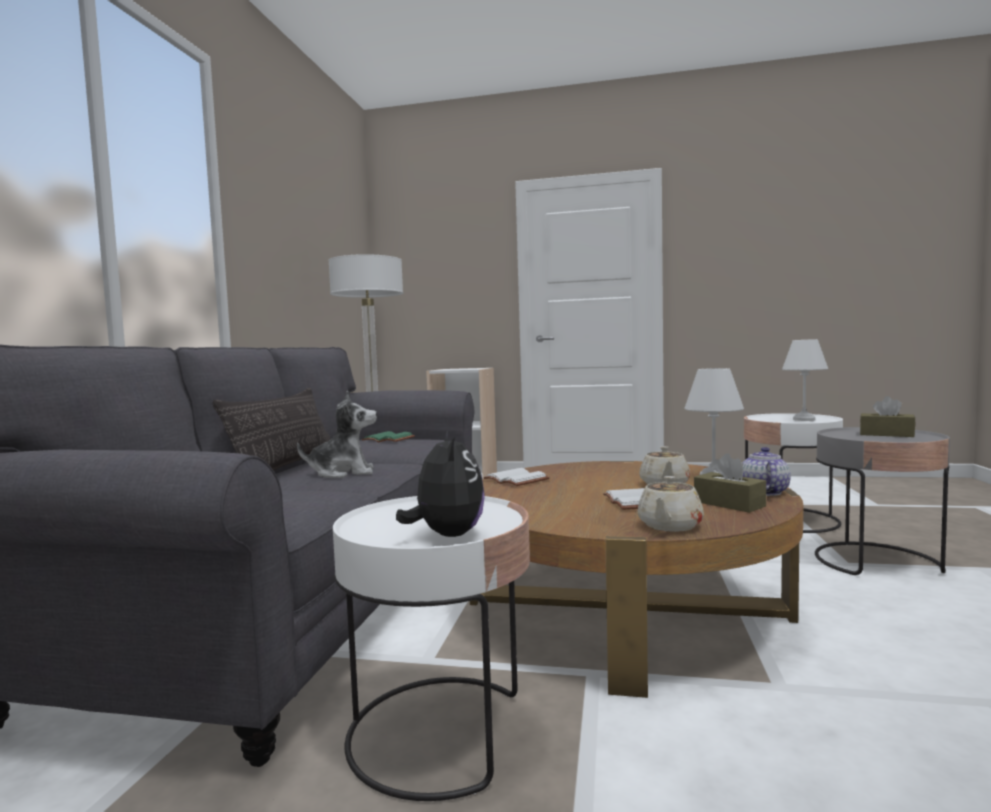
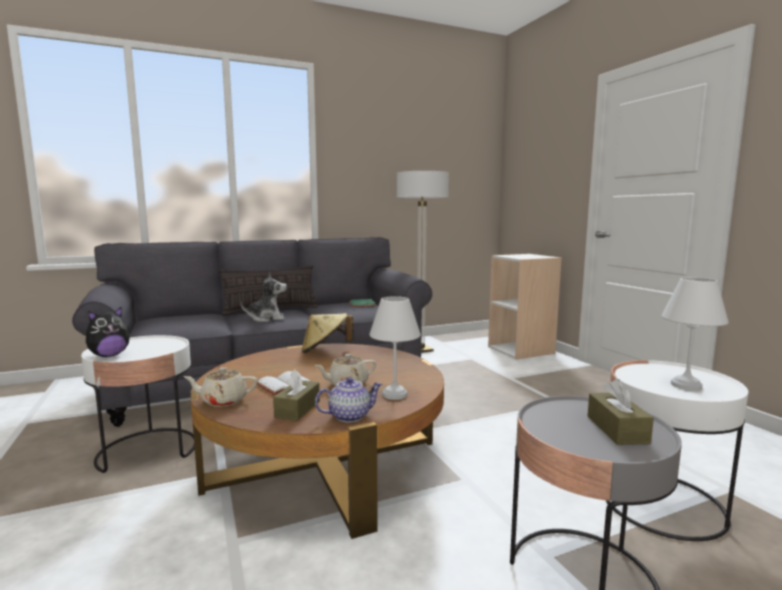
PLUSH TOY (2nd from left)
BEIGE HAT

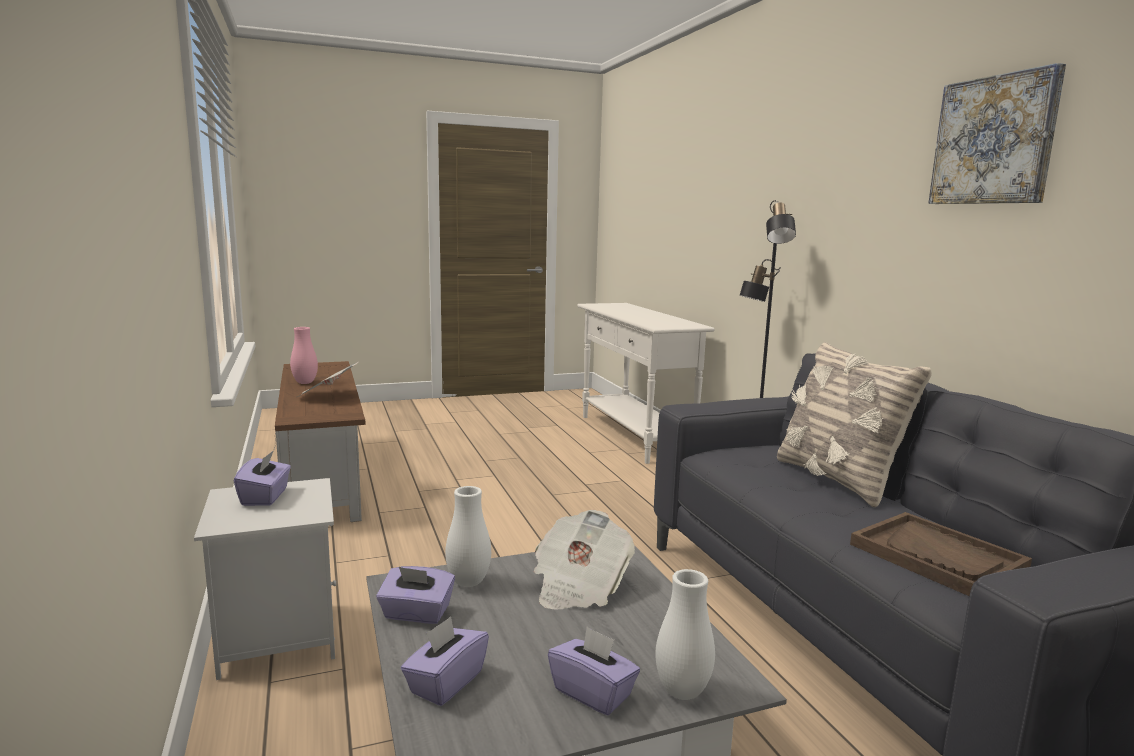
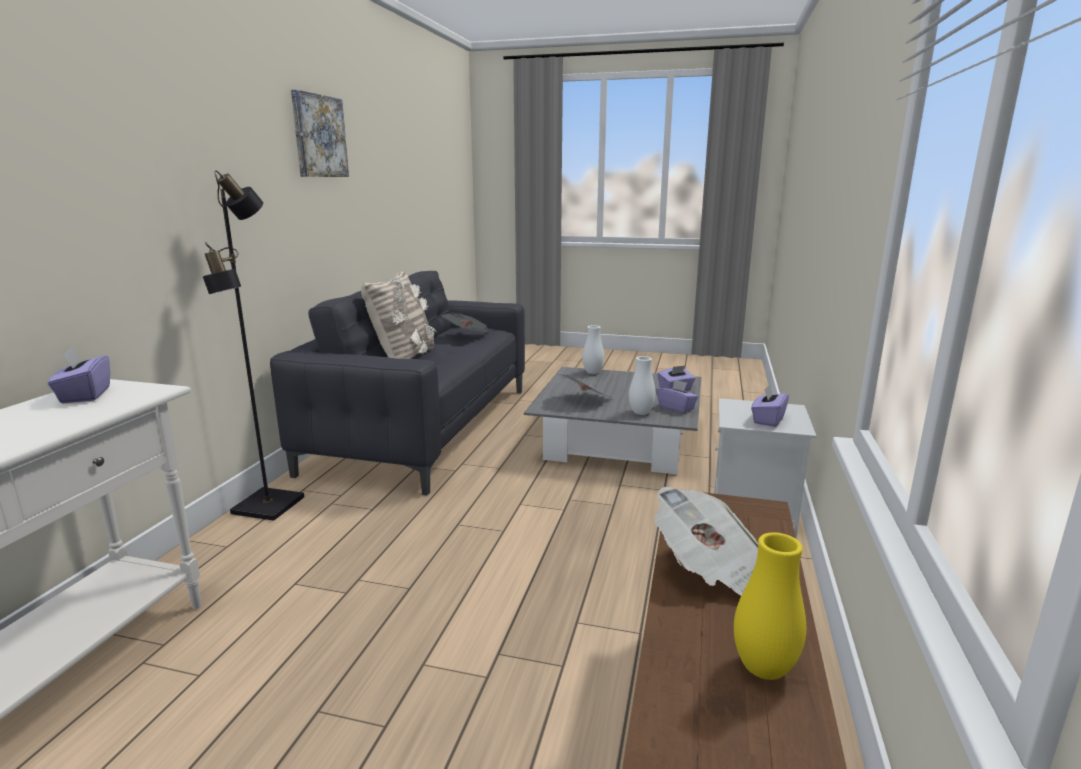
PURPLE TISSUE BOX (1st from left)
NEWSPAPER (1st from left)
YELLOW VASE

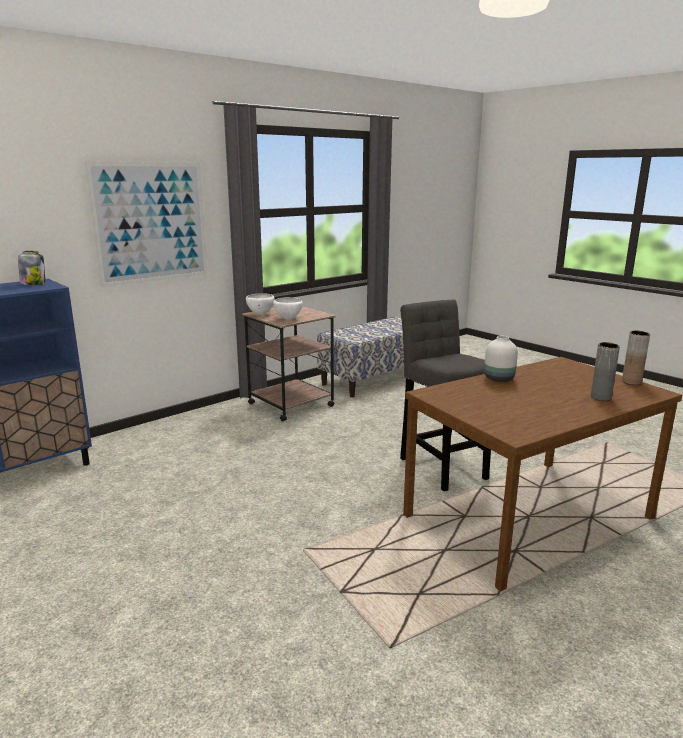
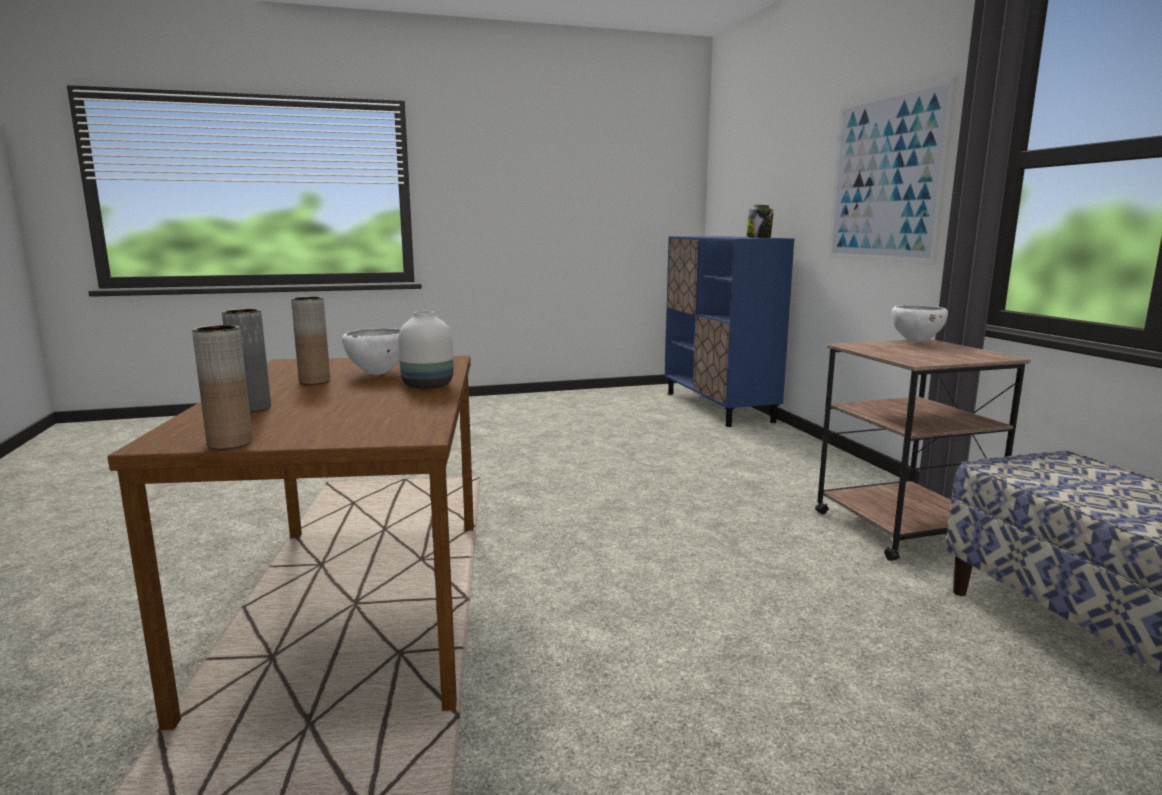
BROWN VASE (2nd from left)
WHITE BOWL (1st from left)
GREY STOOL

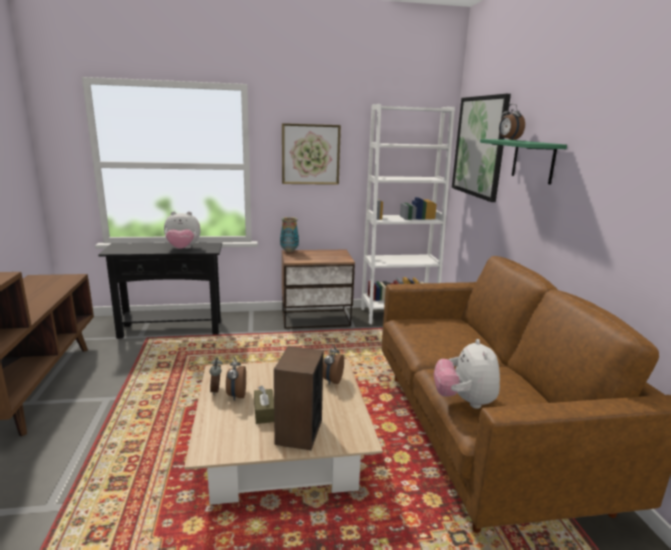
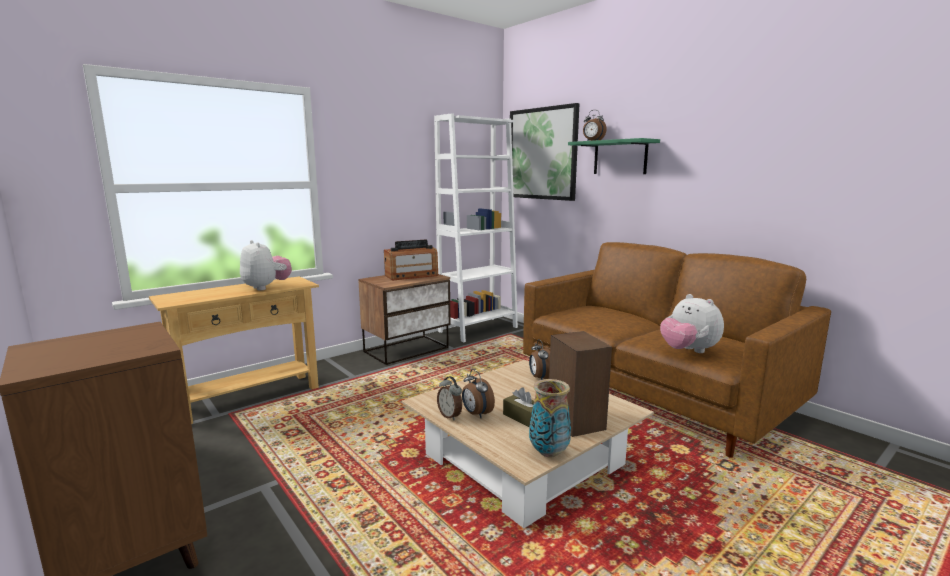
BEIGE CONSOLE TABLE
PLUSH TOY (1st from left)
RADIO
VASE
PICTURE (1st from left in the first image)

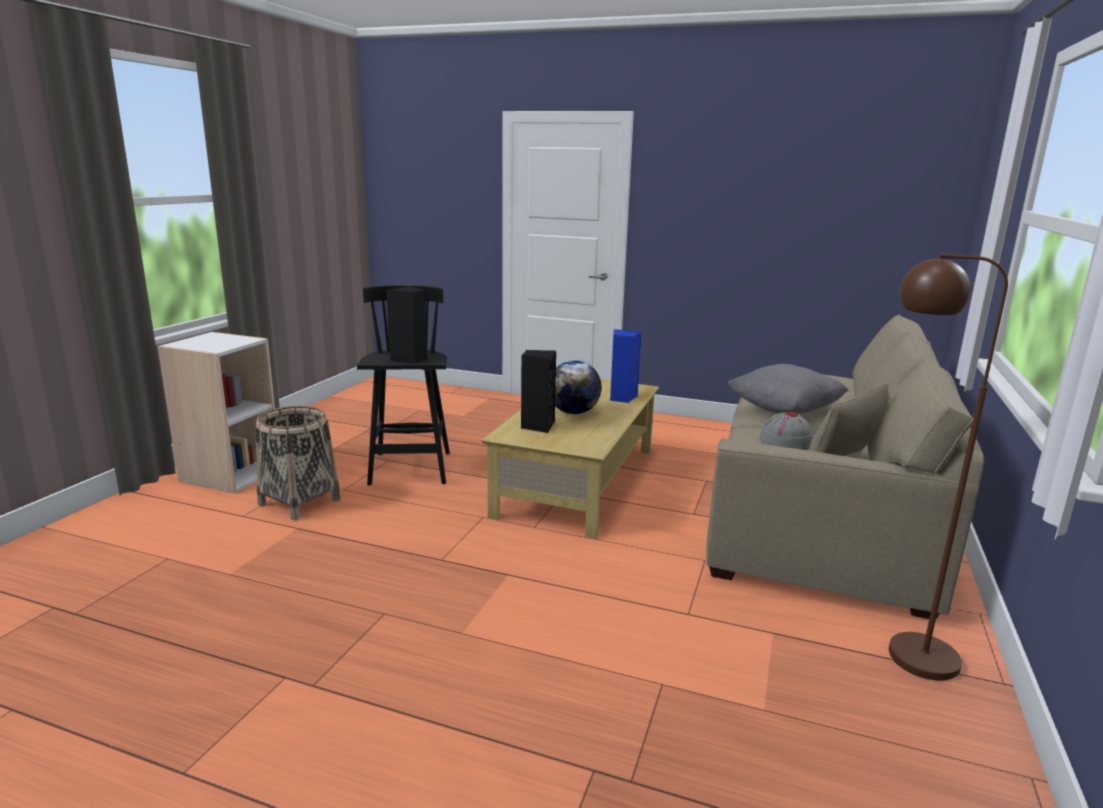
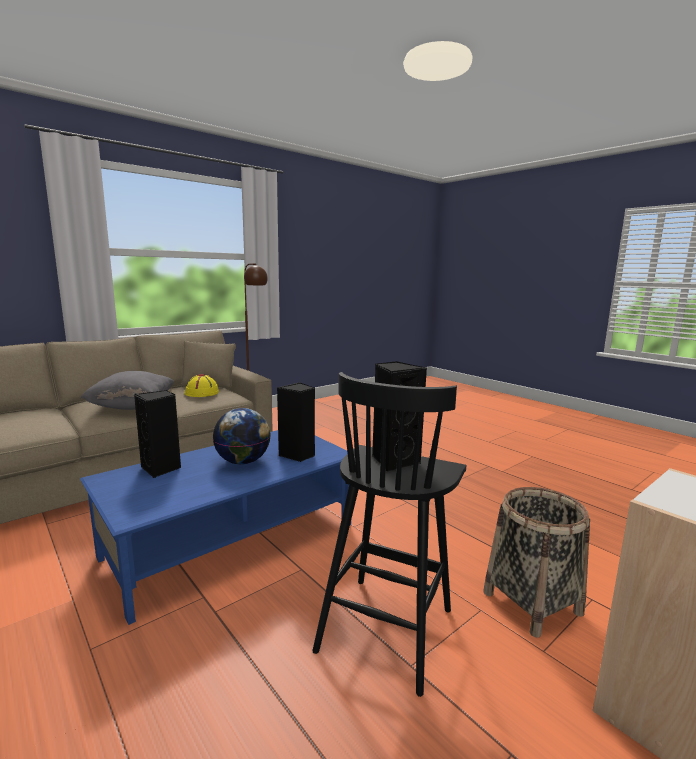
BLUE COFFEE TABLE
BLACK SPEAKER (1st from left)
YELLOW HAT

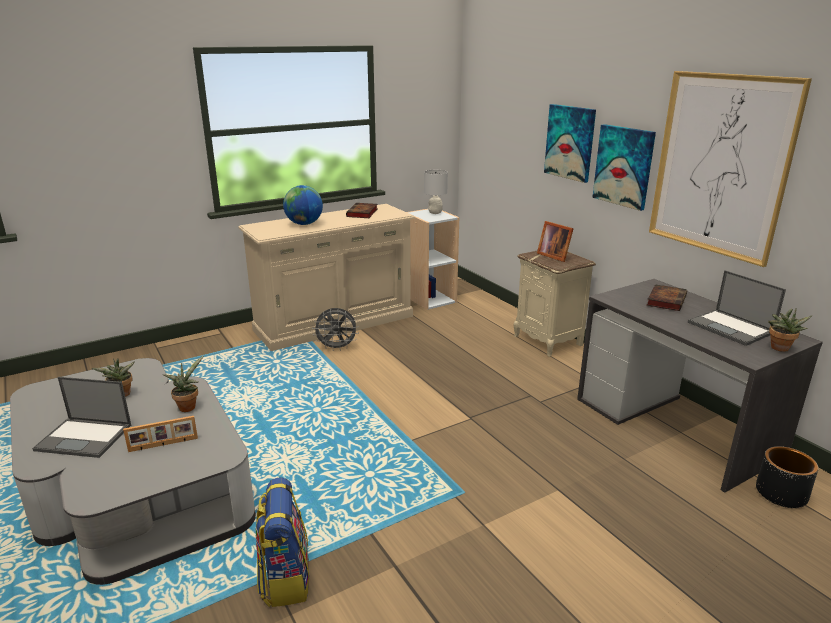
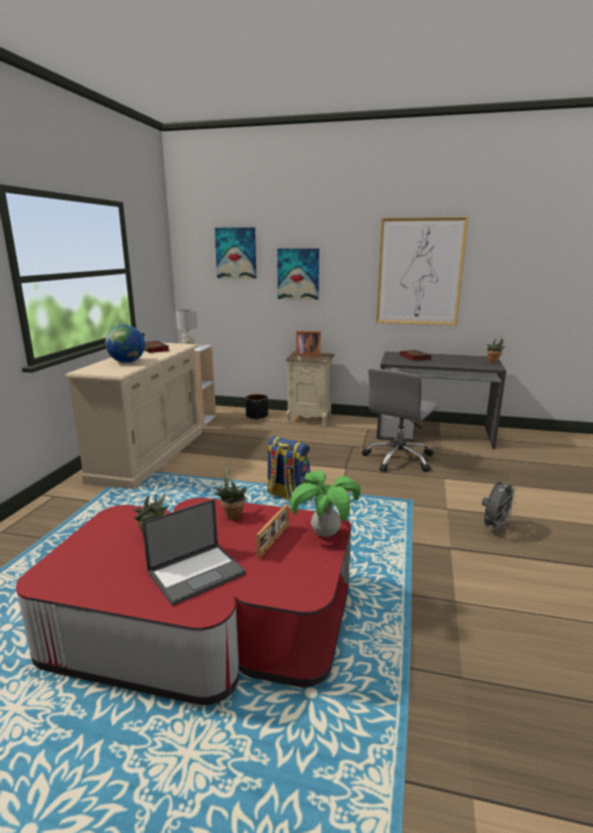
RED COFFEE TABLE
PICTURE (1st from left)
BLACK PLANTER
BACKPACK
POTTED PLANT (3rd from left)
GREY OFFICE CHAIR
GREY FAN
LAPTOP (2nd from left in the first image)

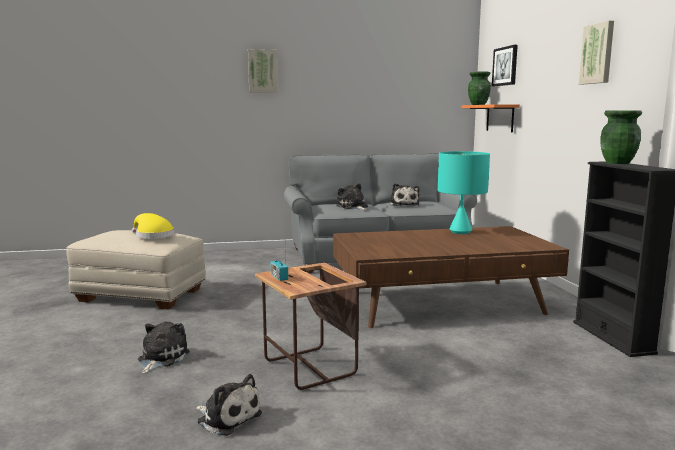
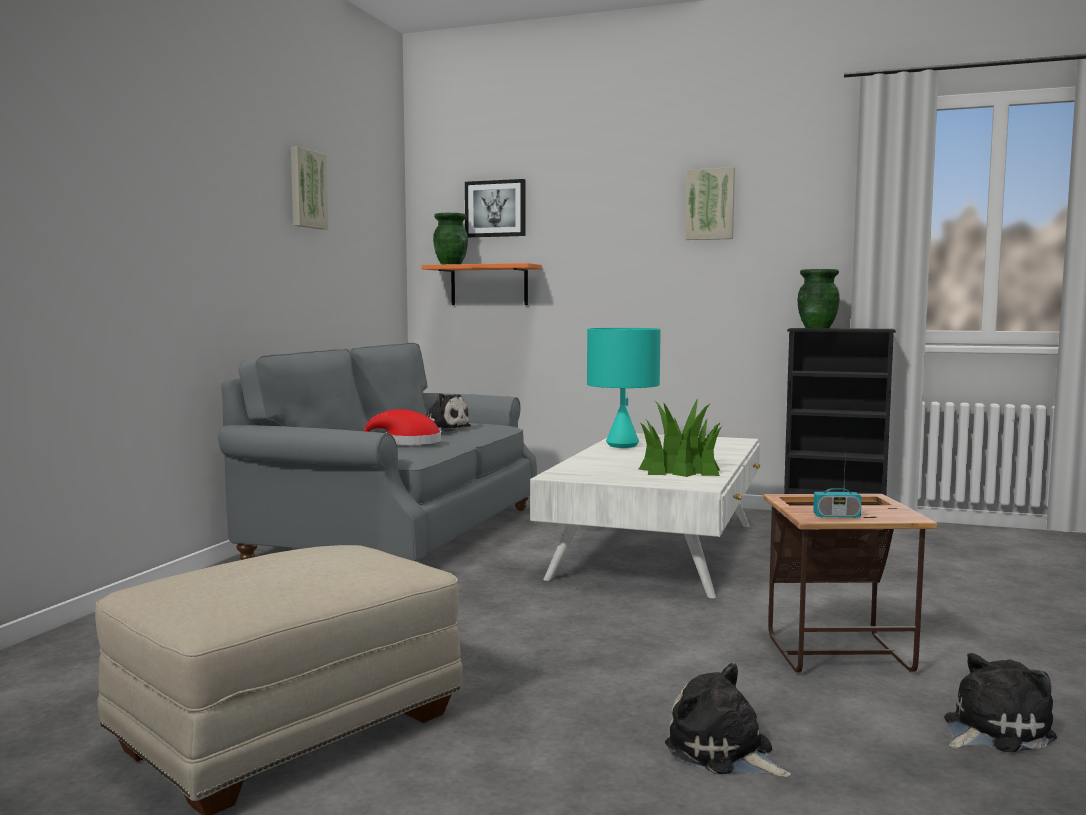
PICTURE (1st from left)
RED HAT
WHITE COFFEE TABLE
POTTED PLANT
YELLOW HAT

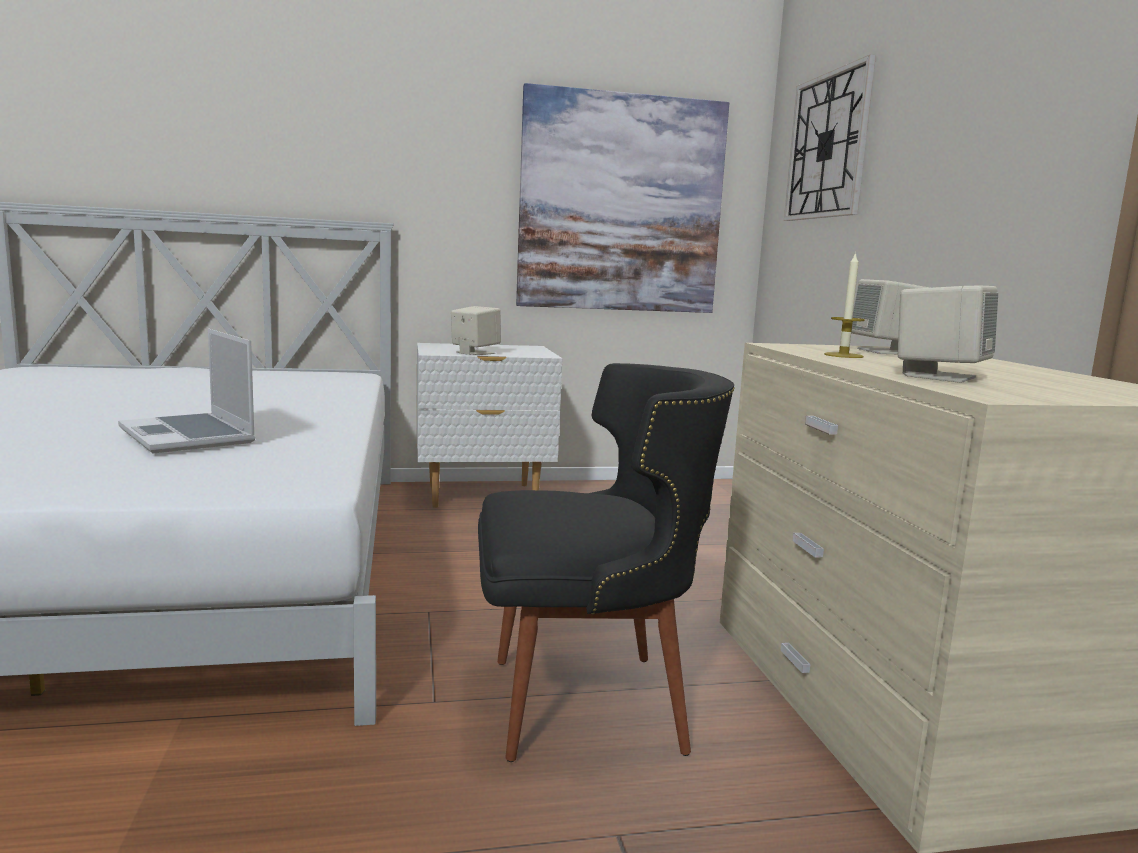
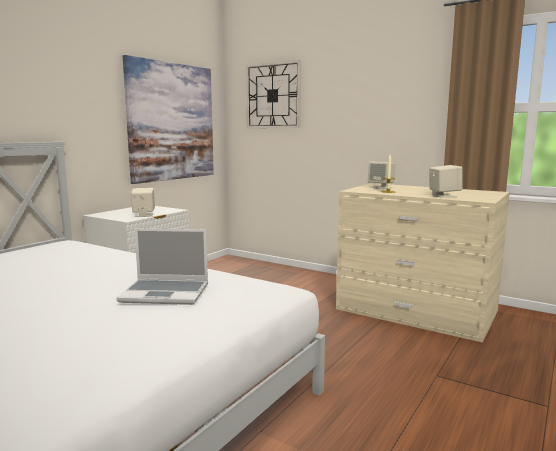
BLACK CHAIR

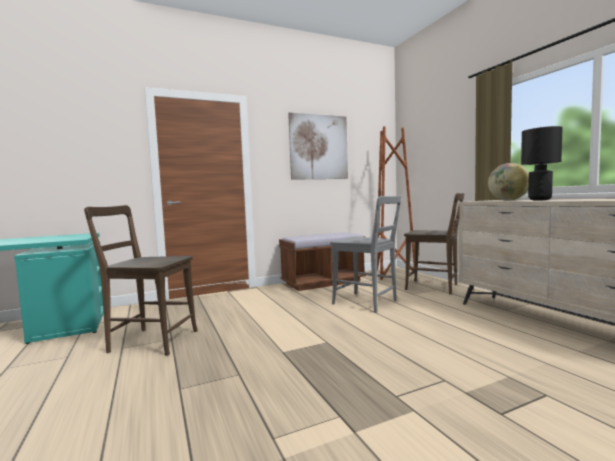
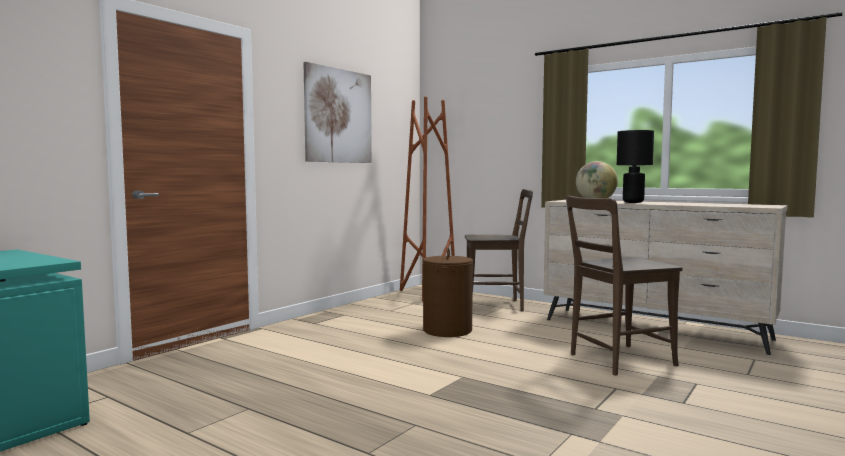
BROWN LAUNDRY BASKET
BROWN CHAIR (2nd from left)
BROWN BENCH

